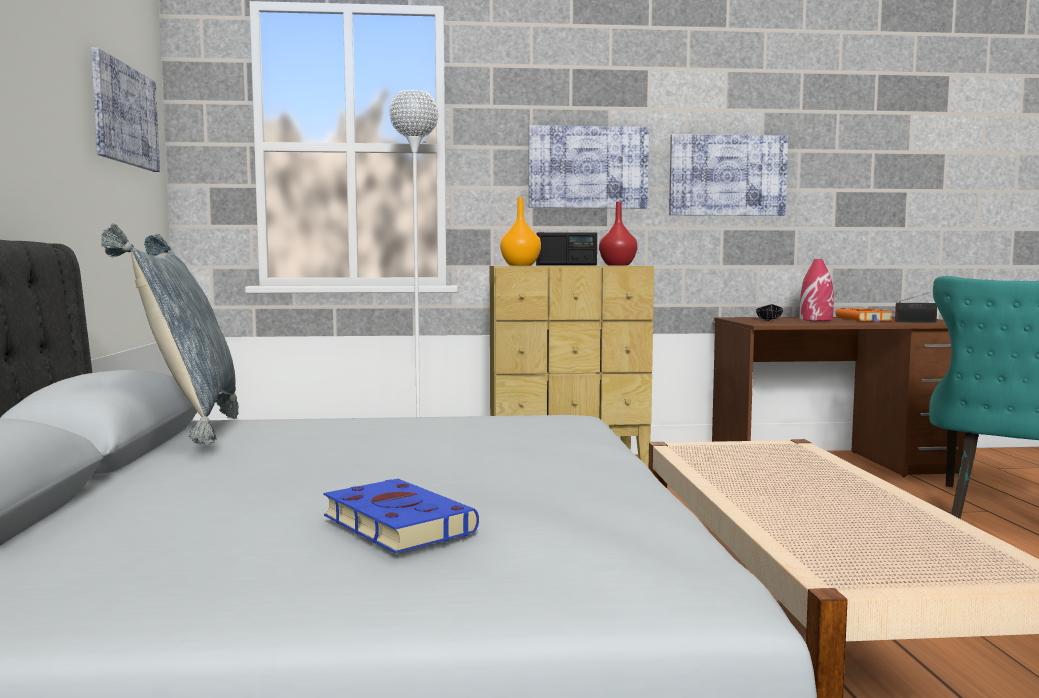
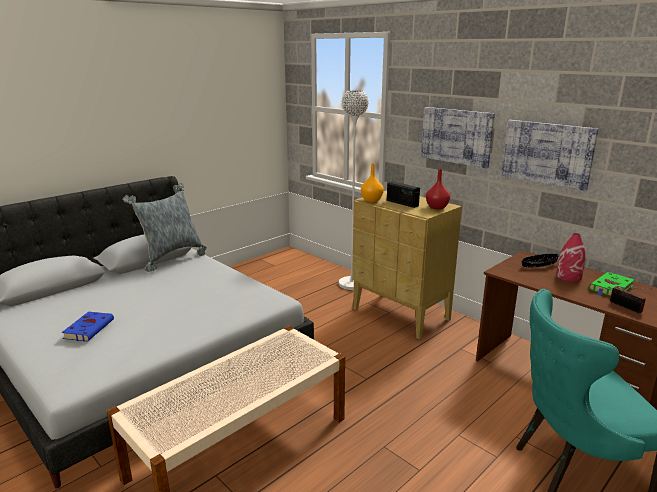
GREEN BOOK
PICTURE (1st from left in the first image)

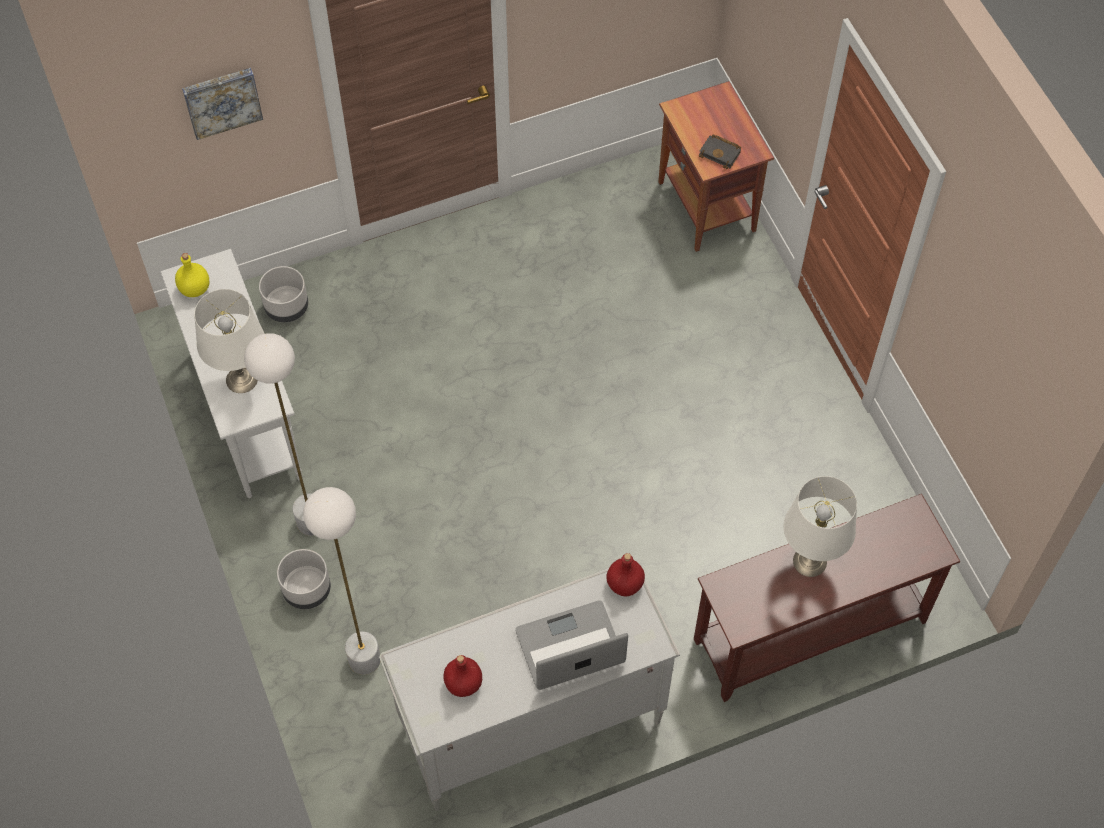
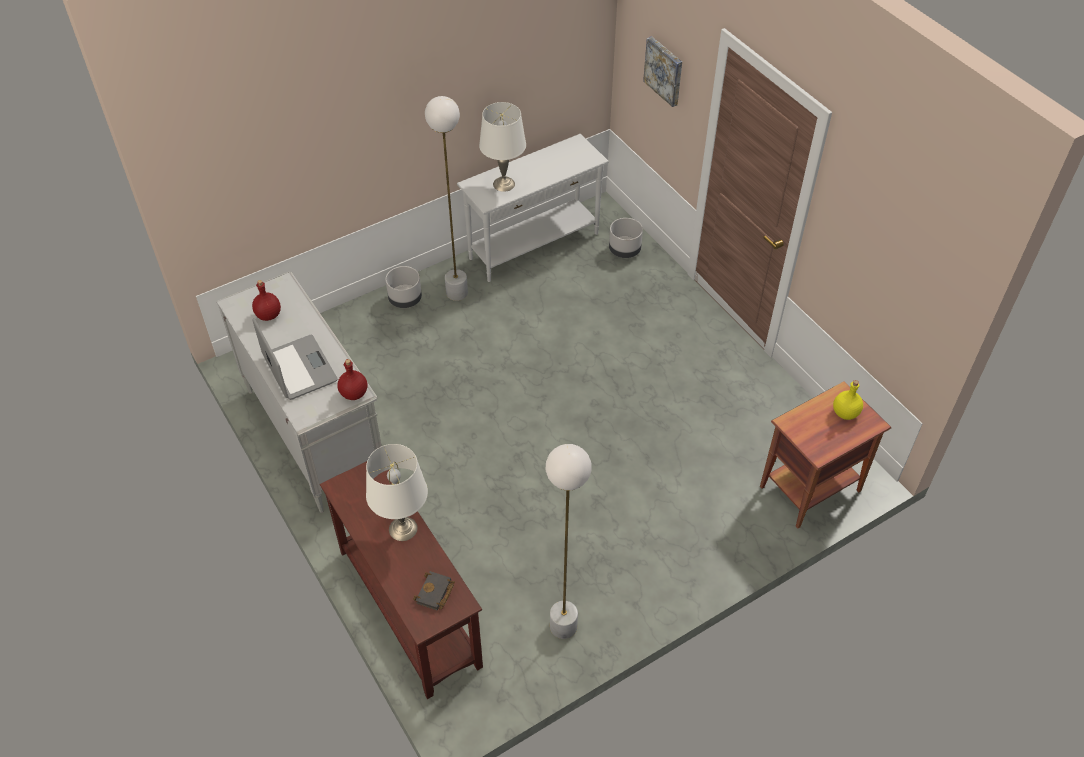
BLACK BOOK
WHITE FLOOR LAMP (2nd from left)
YELLOW BOTTLE

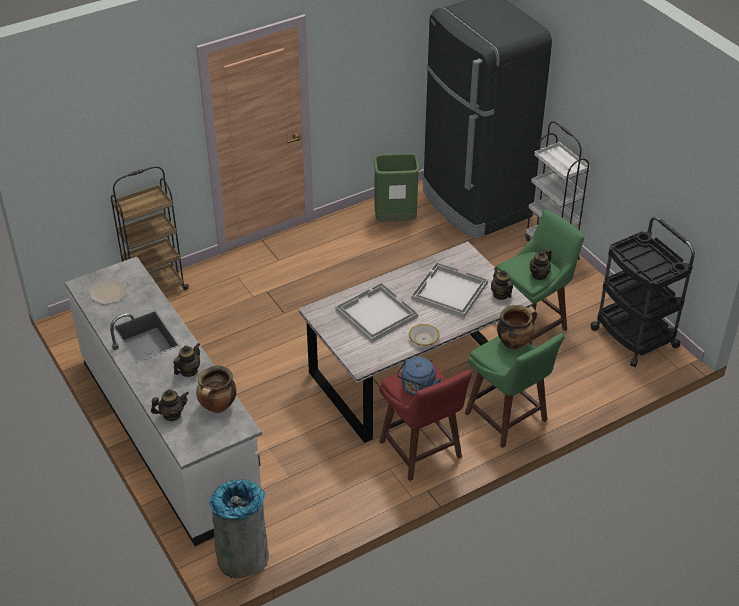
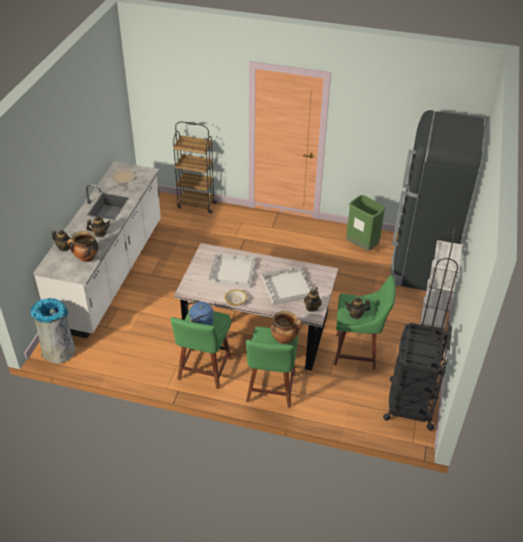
GREEN STOOL (1st from left)

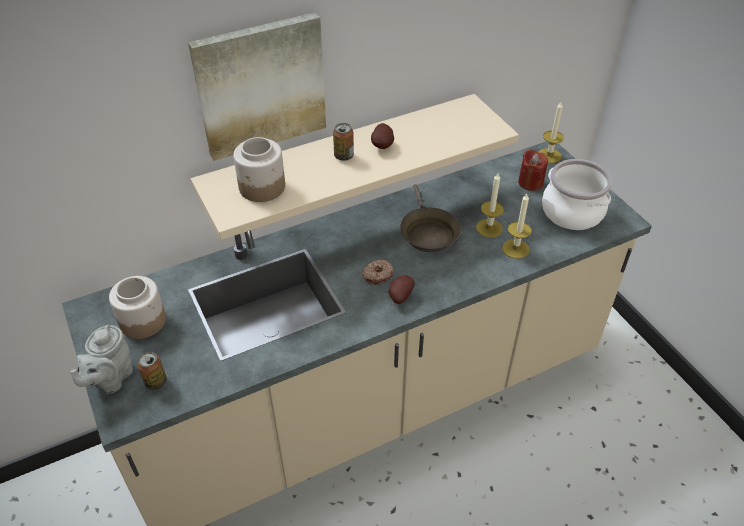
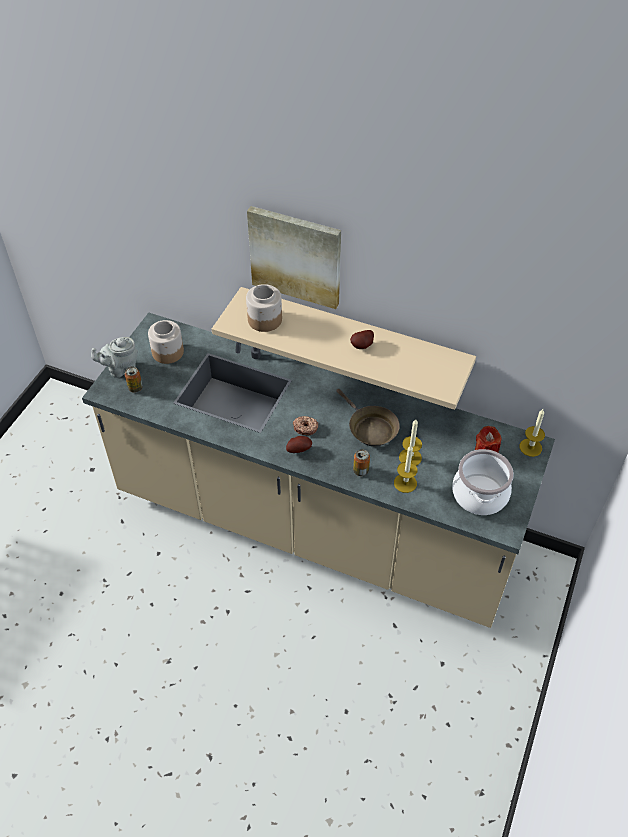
BROWN FRYING PAN
CAN (2nd from left)

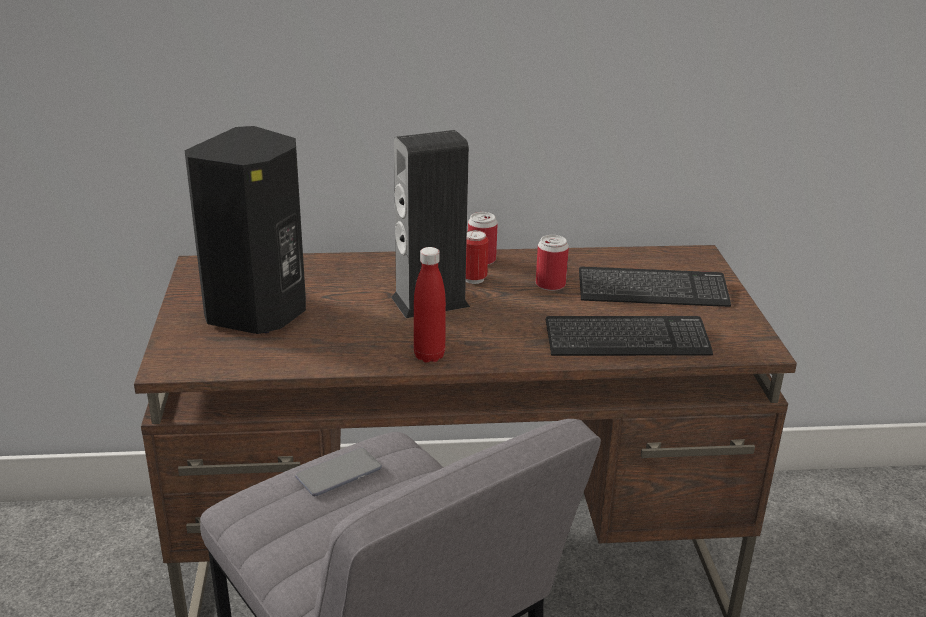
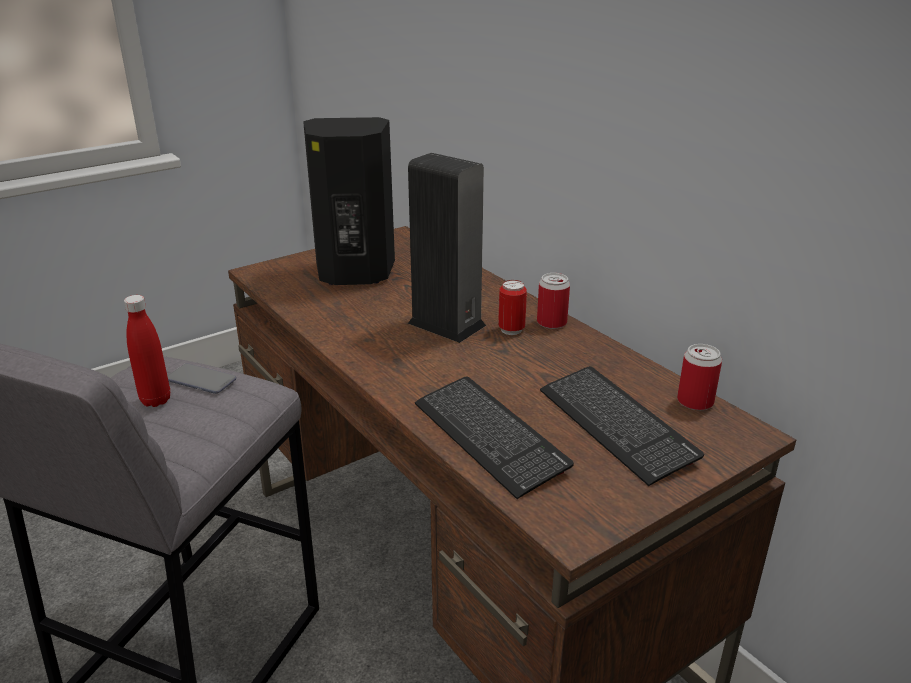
RED BOTTLE
CAN (3rd from left)

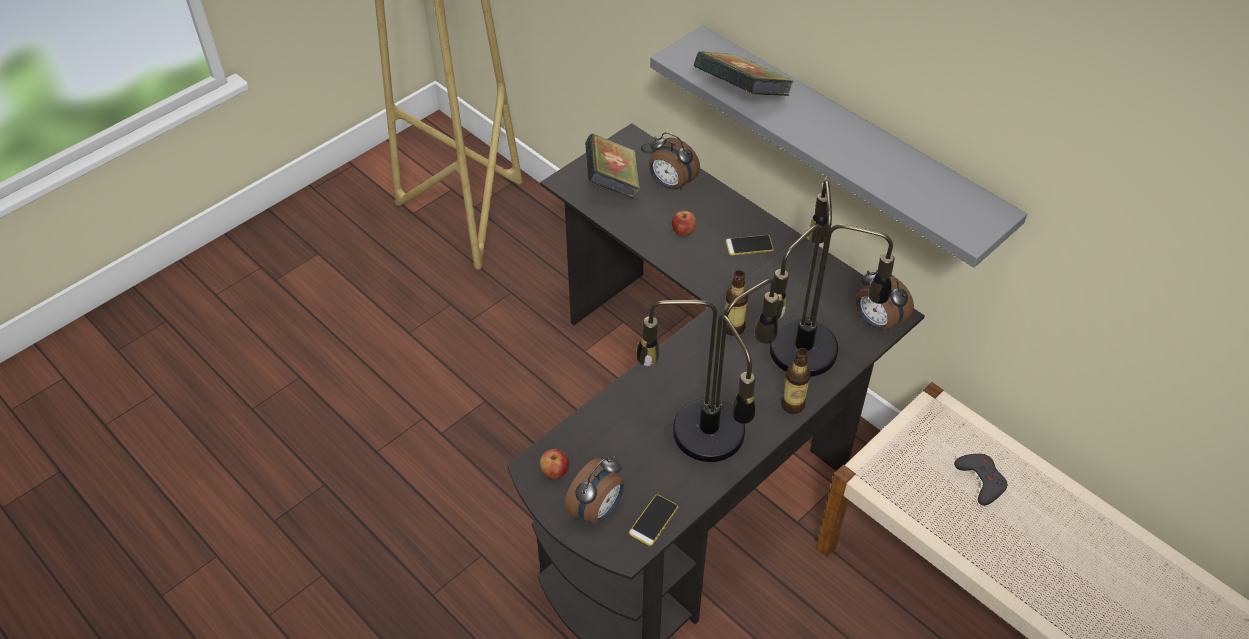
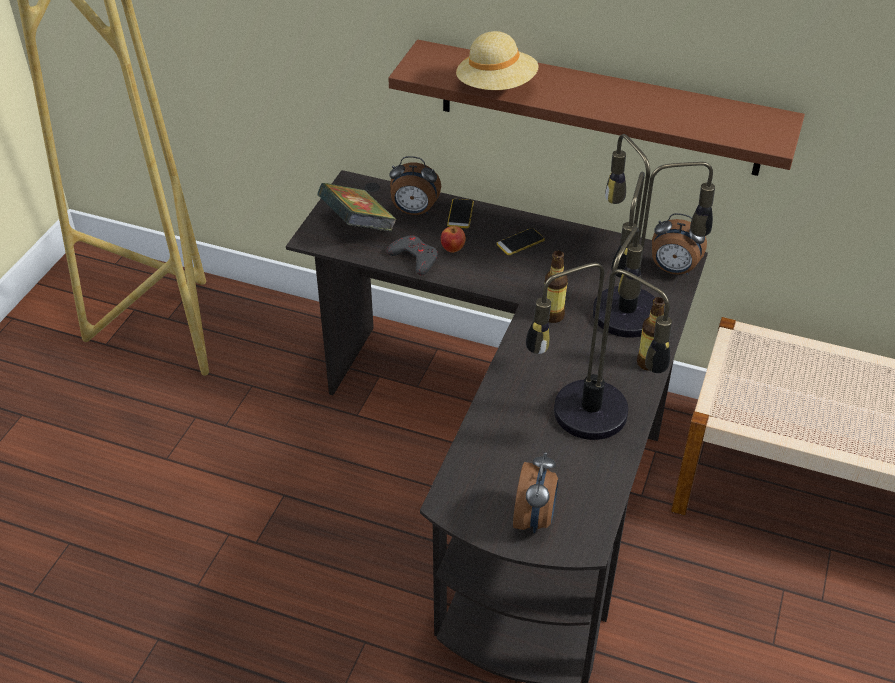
GREY GAME CONTROLLER
BROWN SHELF
PHONE (1st from left)
BEIGE HAT
APPLE (1st from left in the first image)

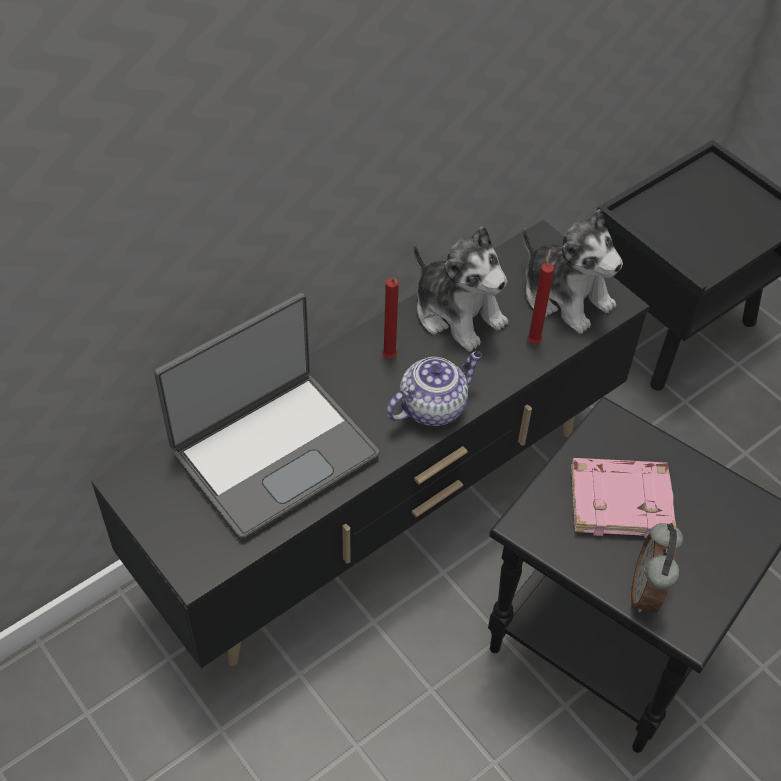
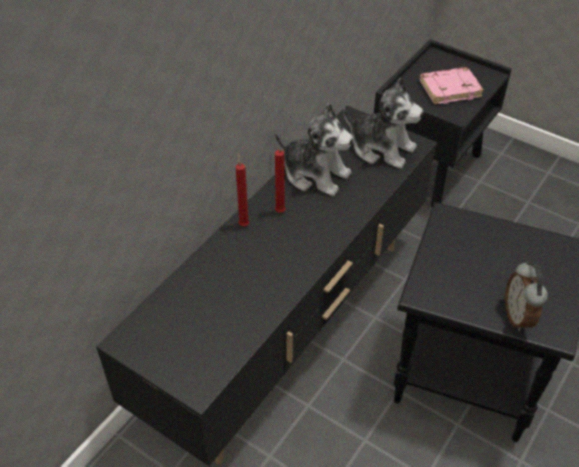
RED CANDLE (1st from left)
PINK BOOK
LAPTOP
TEAPOT

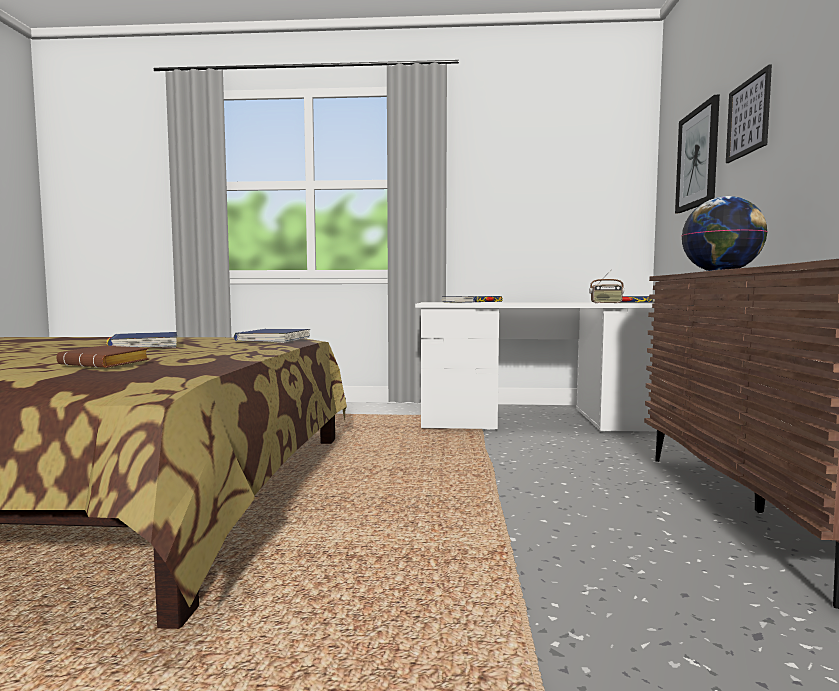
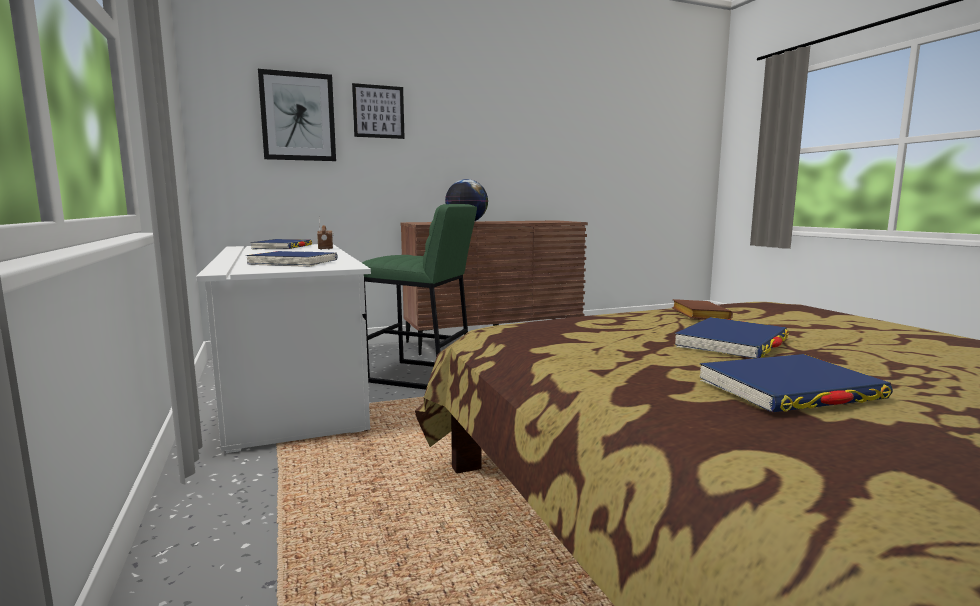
GREEN STOOL
BROWN BOOK
BLUE BOOK (4th from left)

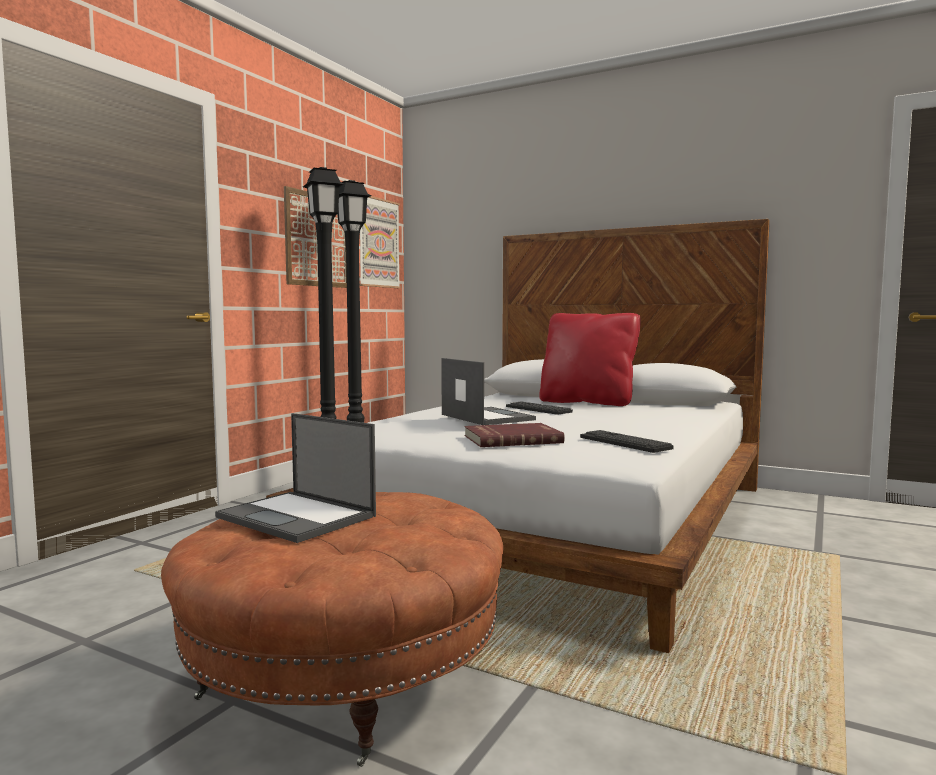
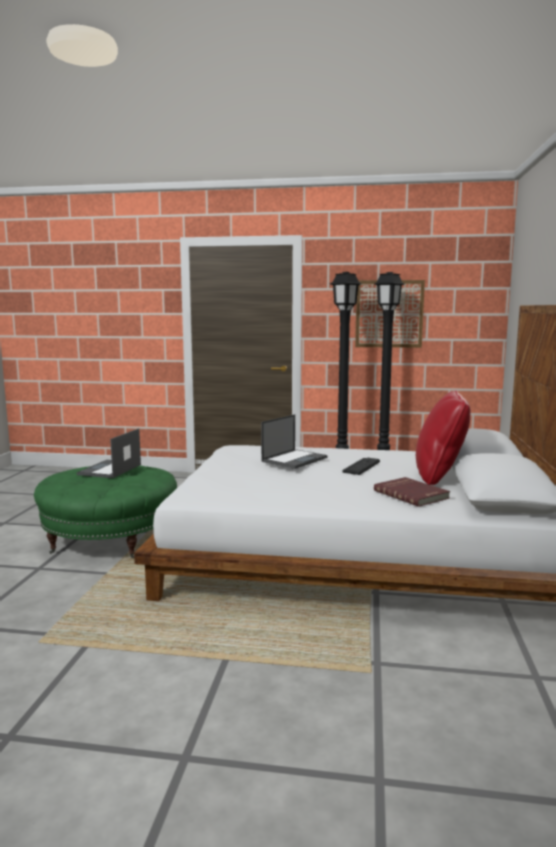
GREEN OTTOMAN
RED BOOK
PICTURE (2nd from left in the first image)
KEYBOARD (2nd from left in the first image)

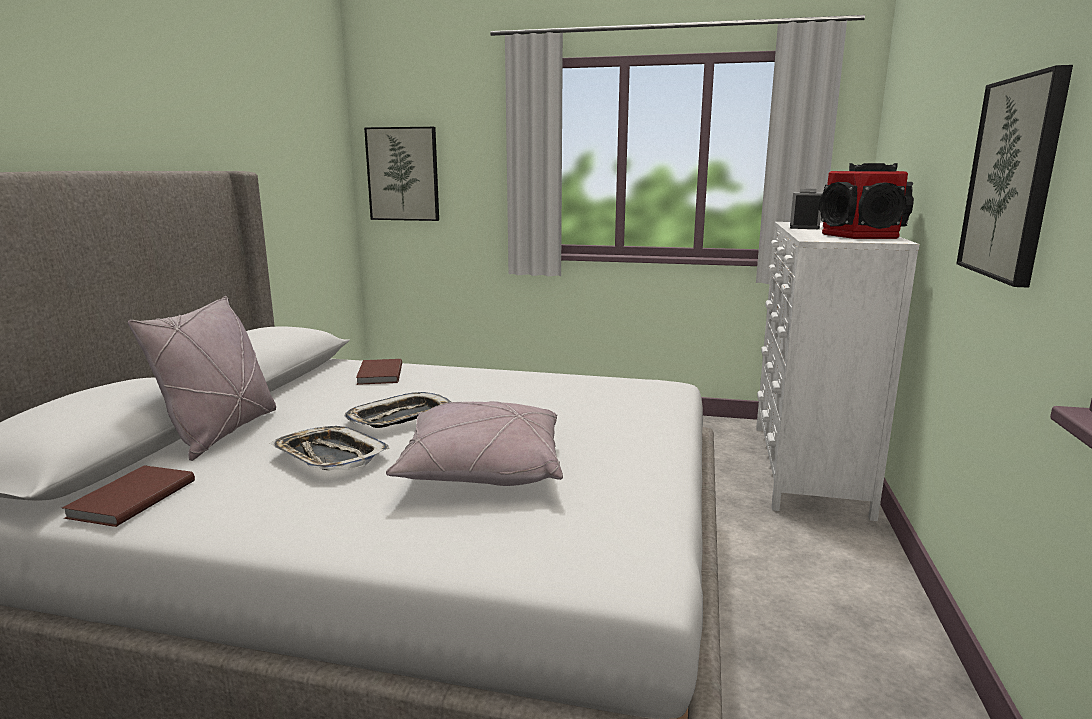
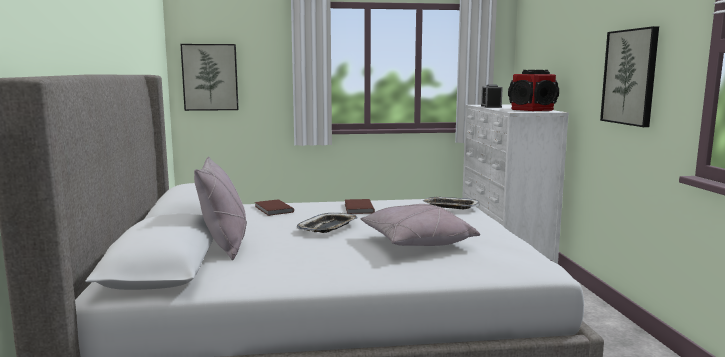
BROWN BOOK (2nd from left)
TRAY (2nd from left)

